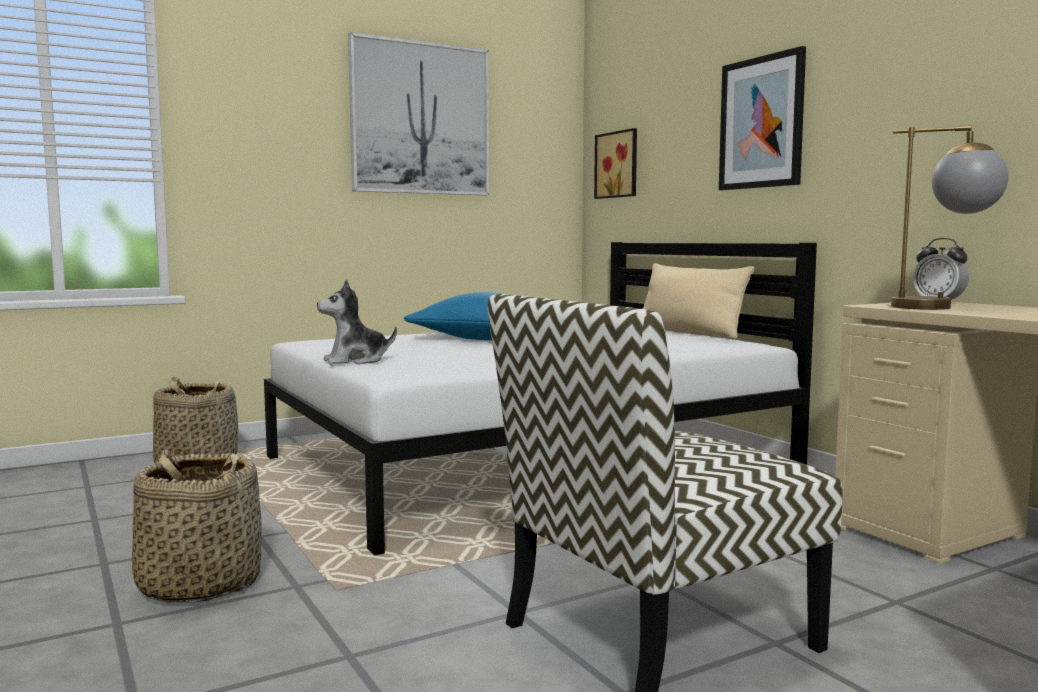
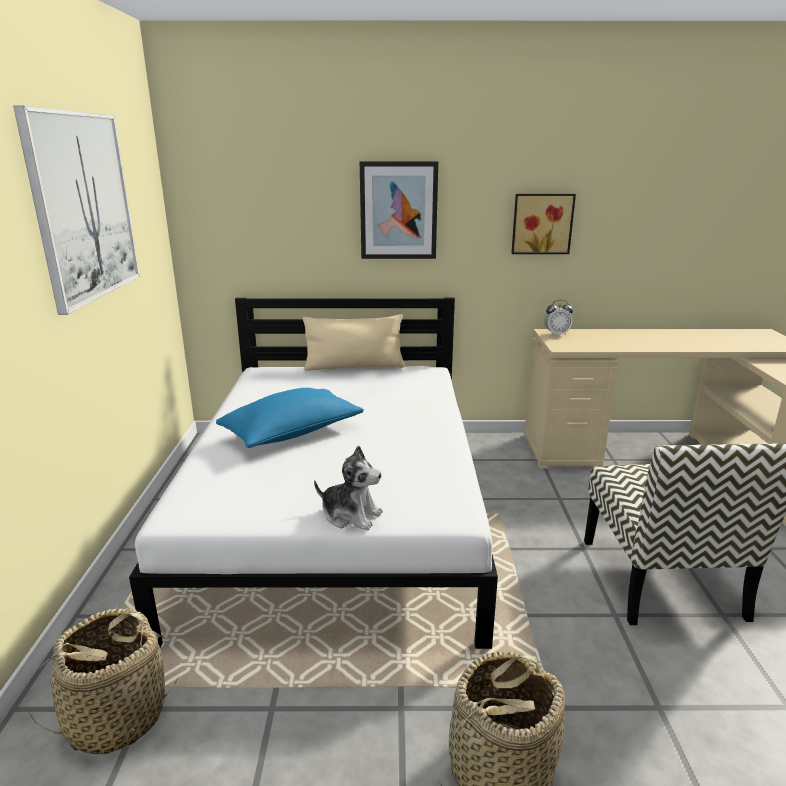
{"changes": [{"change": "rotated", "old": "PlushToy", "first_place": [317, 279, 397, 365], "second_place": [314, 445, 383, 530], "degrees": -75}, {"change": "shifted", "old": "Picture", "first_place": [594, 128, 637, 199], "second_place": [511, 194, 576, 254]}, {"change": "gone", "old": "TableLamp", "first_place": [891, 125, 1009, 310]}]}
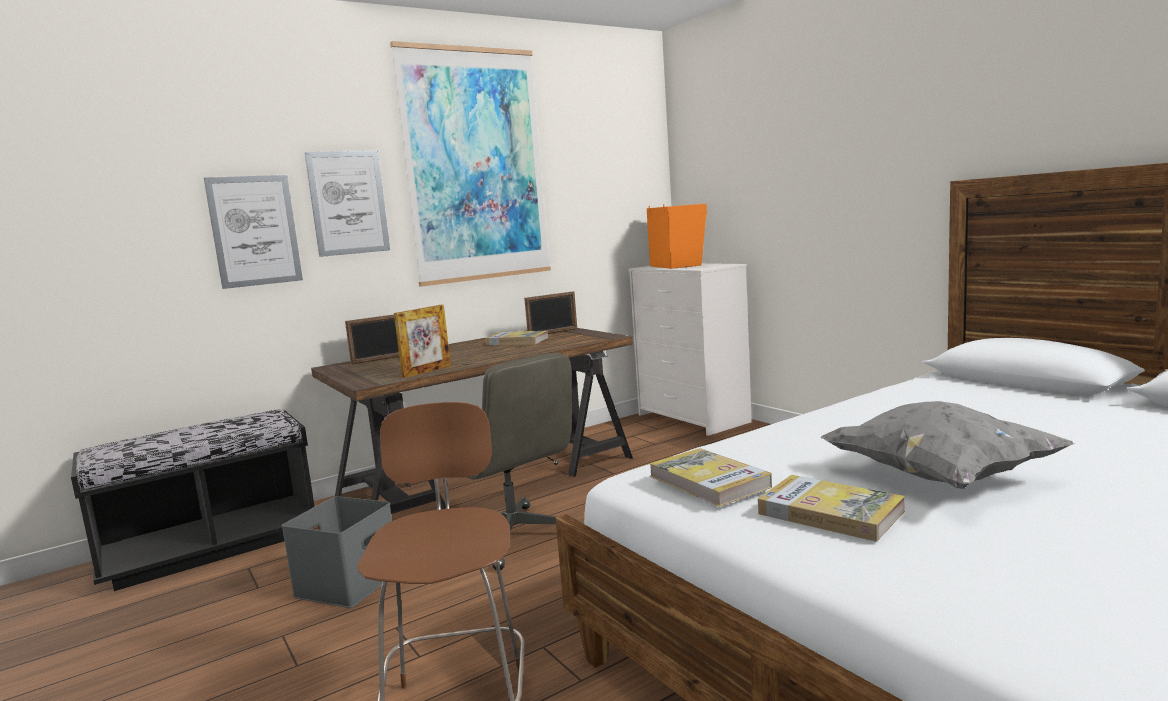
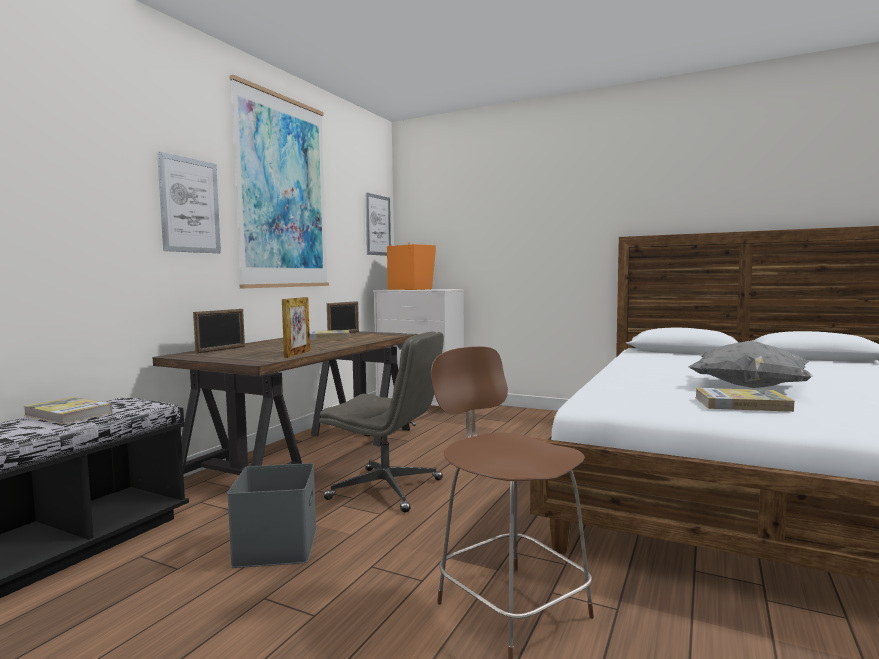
{"changes": [{"change": "shifted", "old": "Book", "first_place": [649, 448, 772, 507], "second_place": [23, 397, 112, 424]}, {"change": "shifted", "old": "Picture", "first_place": [204, 175, 303, 289], "second_place": [365, 192, 391, 256]}]}
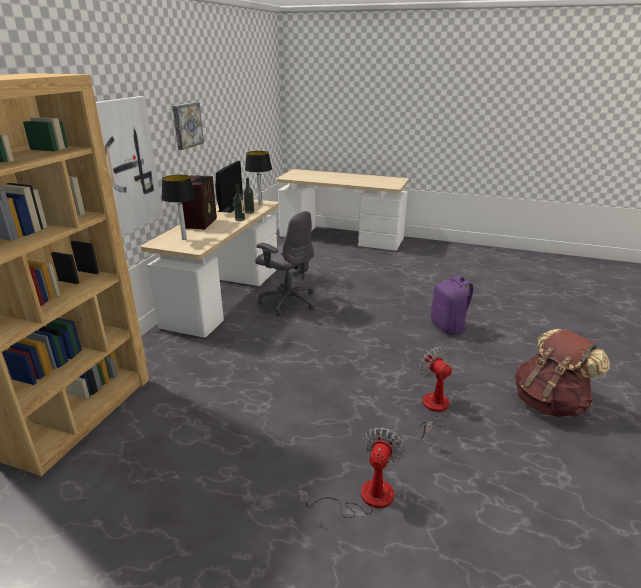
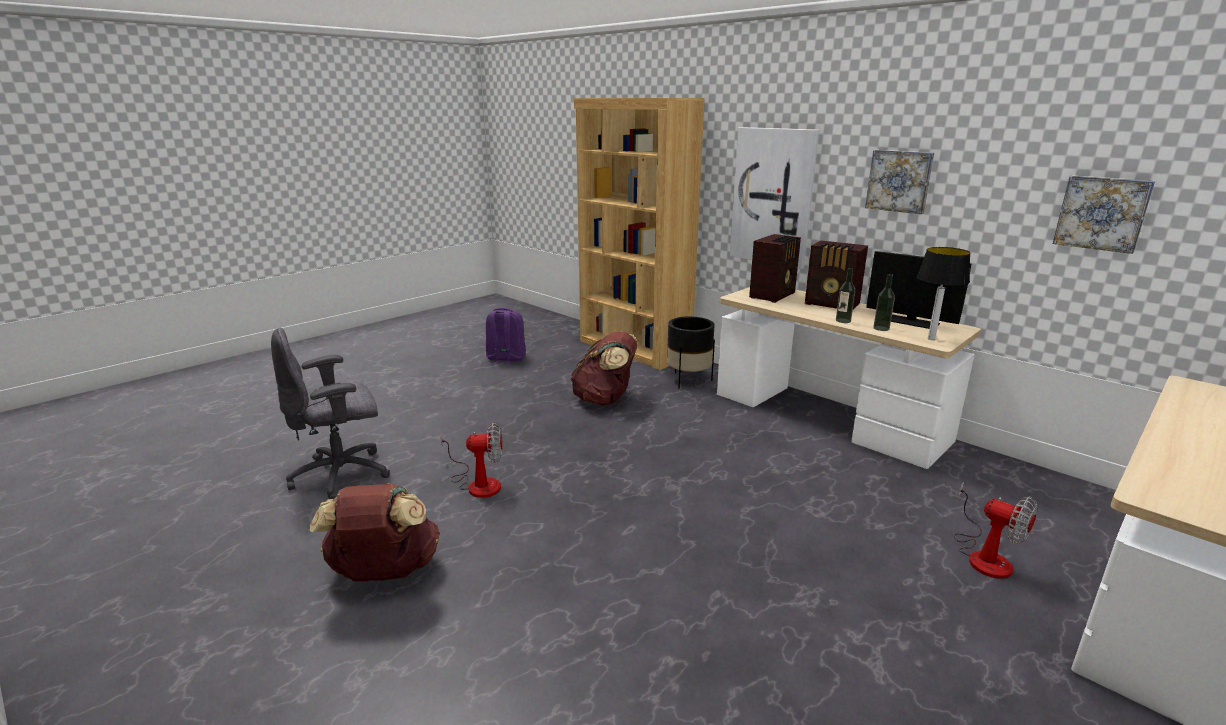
{"changes": [{"change": "shifted", "old": "GreyOfficeChair", "first_place": [255, 211, 315, 316], "second_place": [271, 328, 390, 499]}, {"change": "shifted", "old": "PurpleBackpack", "first_place": [431, 276, 474, 335], "second_place": [486, 308, 526, 366]}, {"change": "new", "new": "BrownBackpack", "second_place": [570, 331, 638, 406]}, {"change": "new", "new": "BlackPlanter", "second_place": [667, 316, 715, 389]}, {"change": "swapped", "old": "TableLamp", "new": "Radio", "first_place": [161, 175, 196, 240], "second_place": [749, 234, 801, 303]}, {"change": "shifted", "old": "Fan", "first_place": [299, 427, 405, 518], "second_place": [954, 482, 1038, 579]}, {"change": "new", "new": "Picture", "second_place": [1053, 175, 1155, 254]}]}
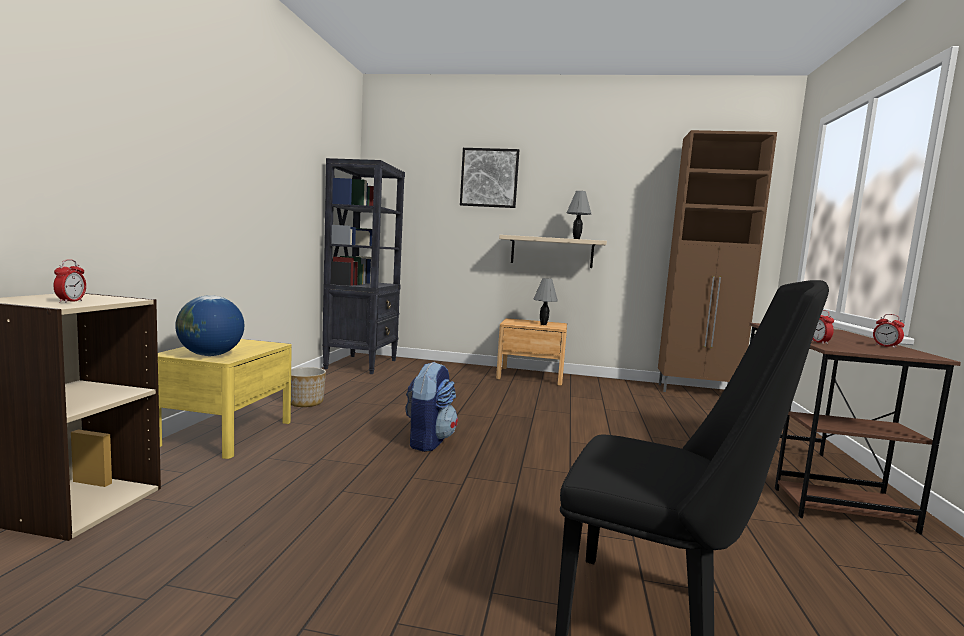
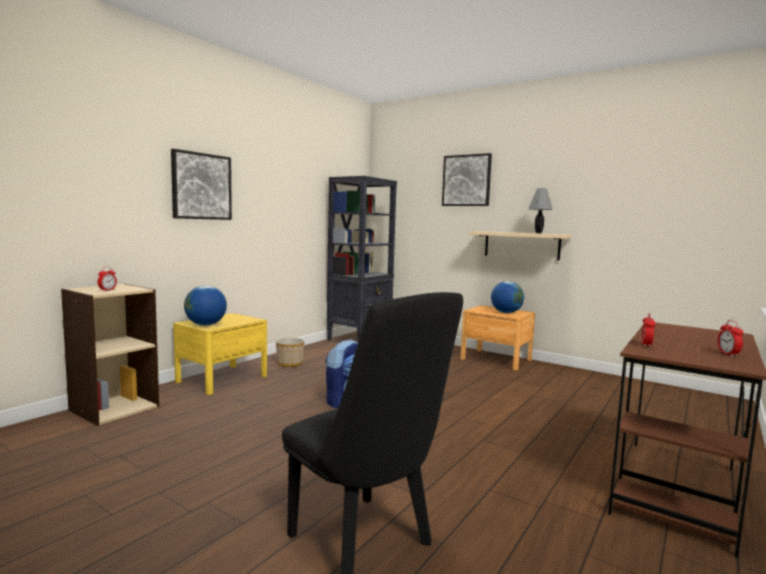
{"changes": [{"change": "new", "new": "Picture", "second_place": [171, 149, 232, 220]}, {"change": "swapped", "old": "GreyTableLamp", "new": "Globe", "first_place": [534, 278, 558, 325], "second_place": [491, 281, 524, 313]}, {"change": "gone", "old": "BrownCabinet", "first_place": [658, 130, 777, 392]}]}
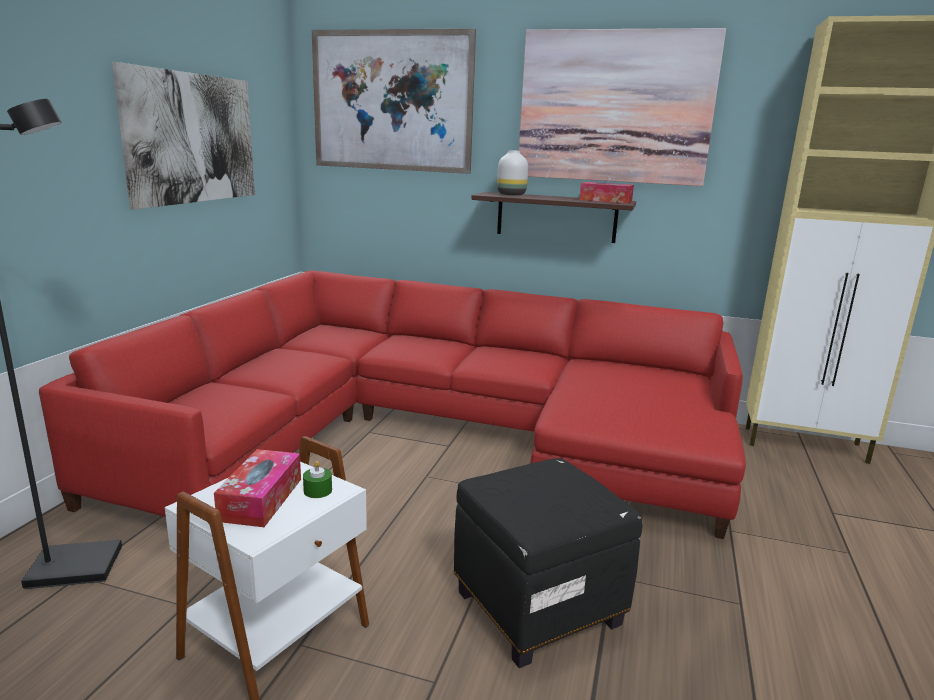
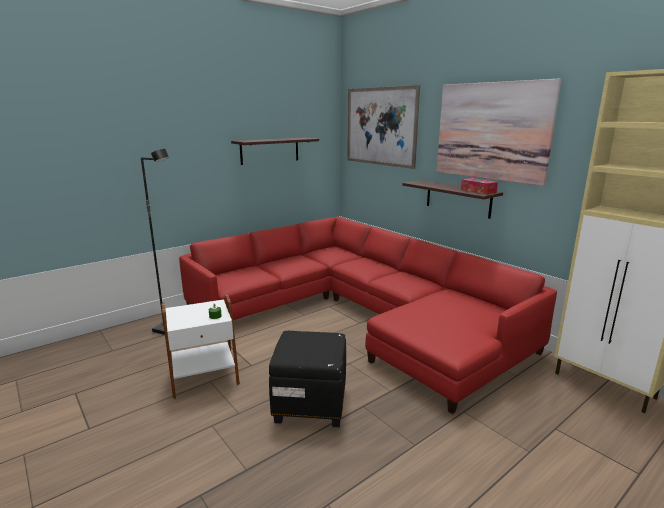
{"changes": [{"change": "swapped", "old": "Picture", "new": "Shelf", "first_place": [112, 62, 255, 210], "second_place": [231, 138, 319, 165]}, {"change": "gone", "old": "TissueBox", "first_place": [214, 449, 301, 527]}, {"change": "gone", "old": "WhiteVase", "first_place": [497, 150, 528, 195]}]}
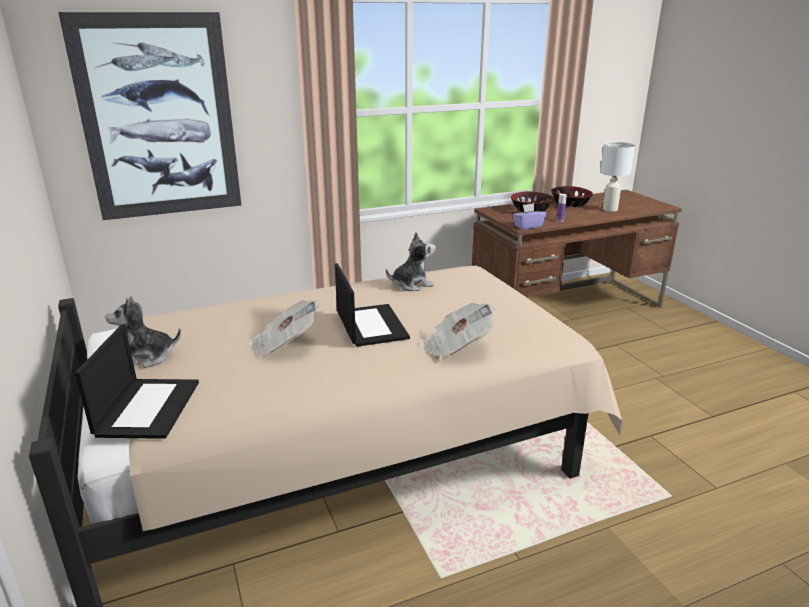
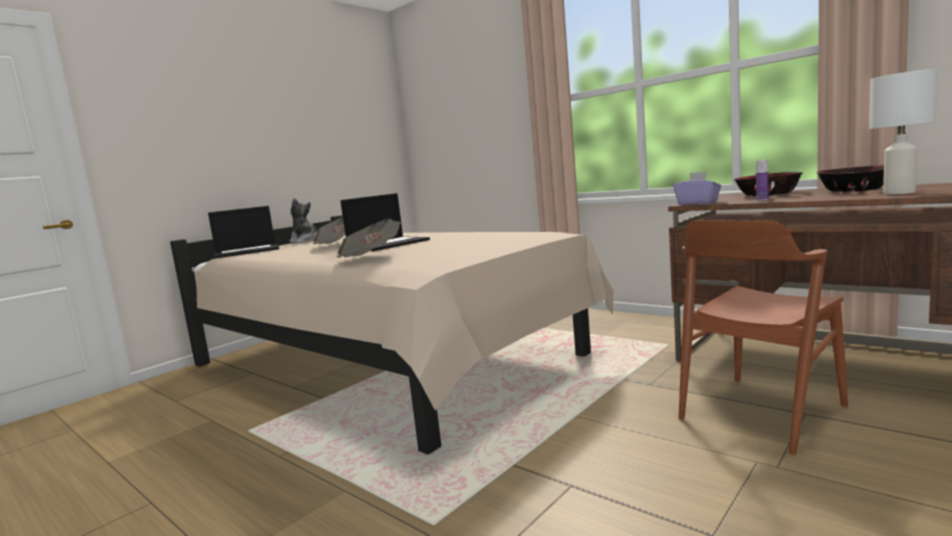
{"changes": [{"change": "new", "new": "BrownChair", "second_place": [679, 220, 848, 455]}, {"change": "gone", "old": "Picture", "first_place": [58, 12, 241, 220]}, {"change": "gone", "old": "PlushToy", "first_place": [386, 232, 436, 291]}]}
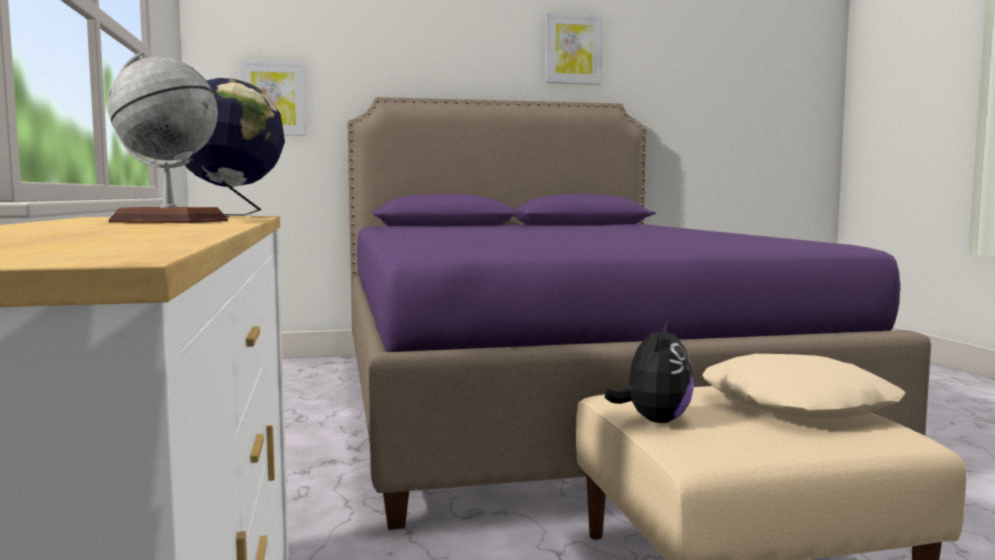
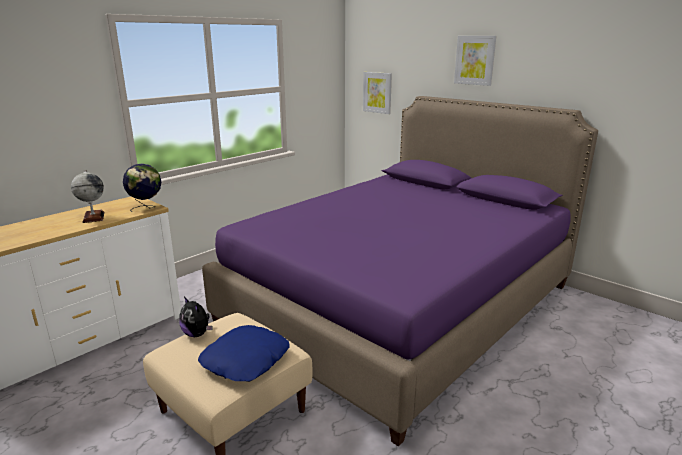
{"changes": [{"change": "rotated", "old": "PlushToy", "first_place": [604, 321, 694, 423], "second_place": [179, 297, 213, 337], "degrees": 60}, {"change": "repainted", "old": "BeigePillow", "new": "BluePillow", "first_place": [702, 354, 906, 418], "second_place": [198, 325, 289, 382]}, {"change": "shifted", "old": "Picture", "first_place": [545, 13, 603, 85], "second_place": [454, 36, 496, 86]}]}
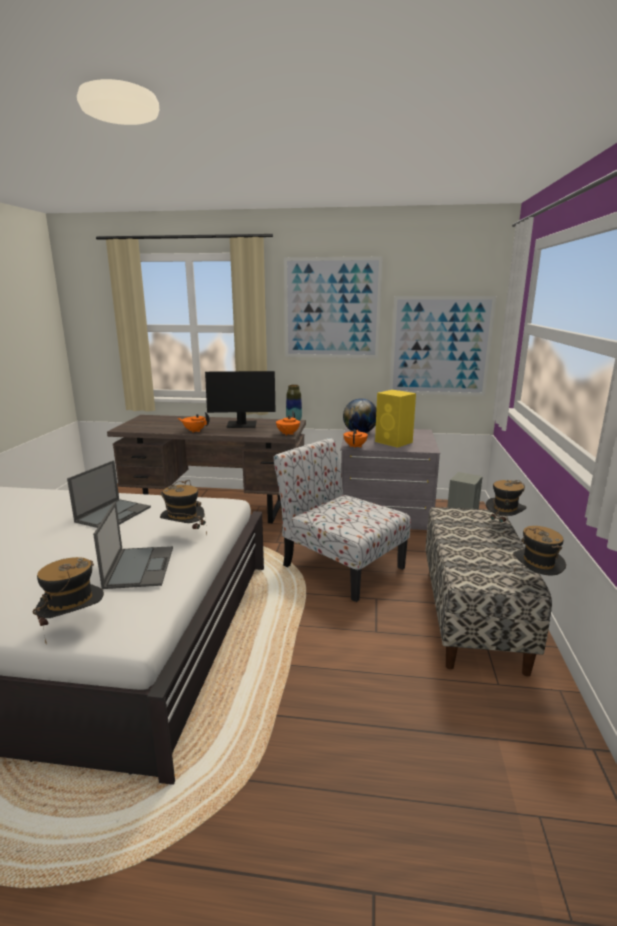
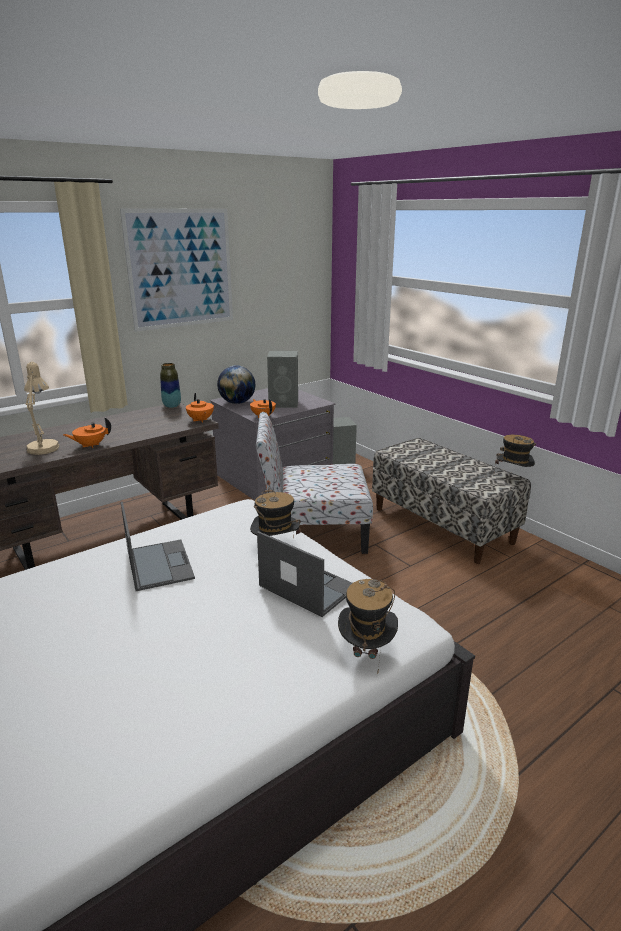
{"changes": [{"change": "new", "new": "BeigeTableLamp", "second_place": [24, 362, 59, 455]}, {"change": "repainted", "old": "YellowSpeaker", "new": "GreySpeaker", "first_place": [375, 390, 416, 448], "second_place": [267, 351, 298, 408]}, {"change": "gone", "old": "Monitor", "first_place": [205, 371, 276, 428]}, {"change": "gone", "old": "Picture", "first_place": [389, 296, 496, 396]}, {"change": "gone", "old": "Hat", "first_place": [486, 480, 527, 535]}]}
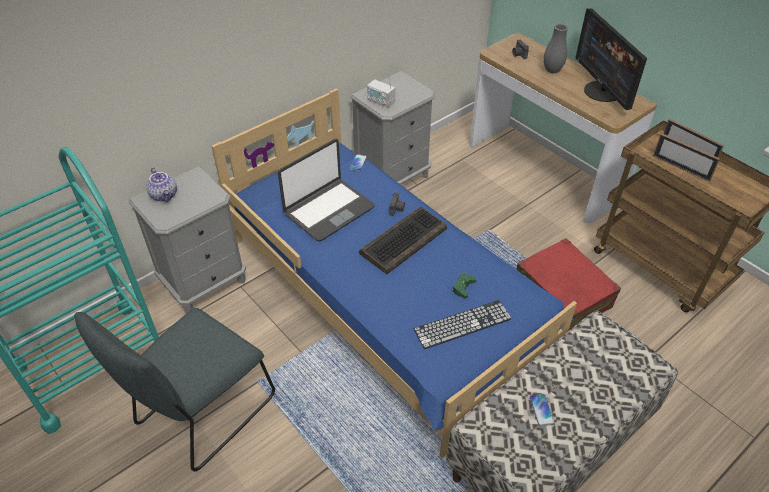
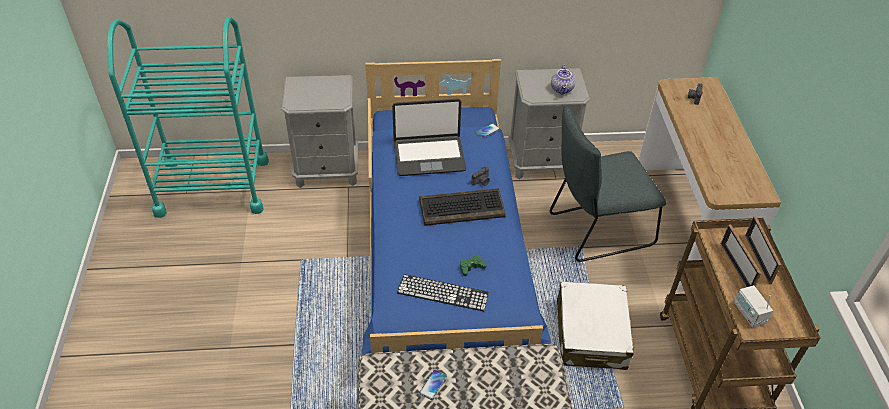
{"changes": [{"change": "shifted", "old": "GreyChair", "first_place": [74, 308, 275, 471], "second_place": [550, 105, 666, 262]}, {"change": "shifted", "old": "Teapot", "first_place": [146, 167, 177, 202], "second_place": [551, 64, 575, 95]}, {"change": "repainted", "old": "RedSuitcase", "new": "WhiteSuitcase", "first_place": [517, 238, 621, 331], "second_place": [557, 282, 634, 370]}, {"change": "shifted", "old": "Radio", "first_place": [367, 75, 395, 108], "second_place": [734, 285, 773, 328]}, {"change": "gone", "old": "GreyVase", "first_place": [544, 24, 568, 73]}, {"change": "gone", "old": "Monitor", "first_place": [576, 8, 647, 110]}]}
